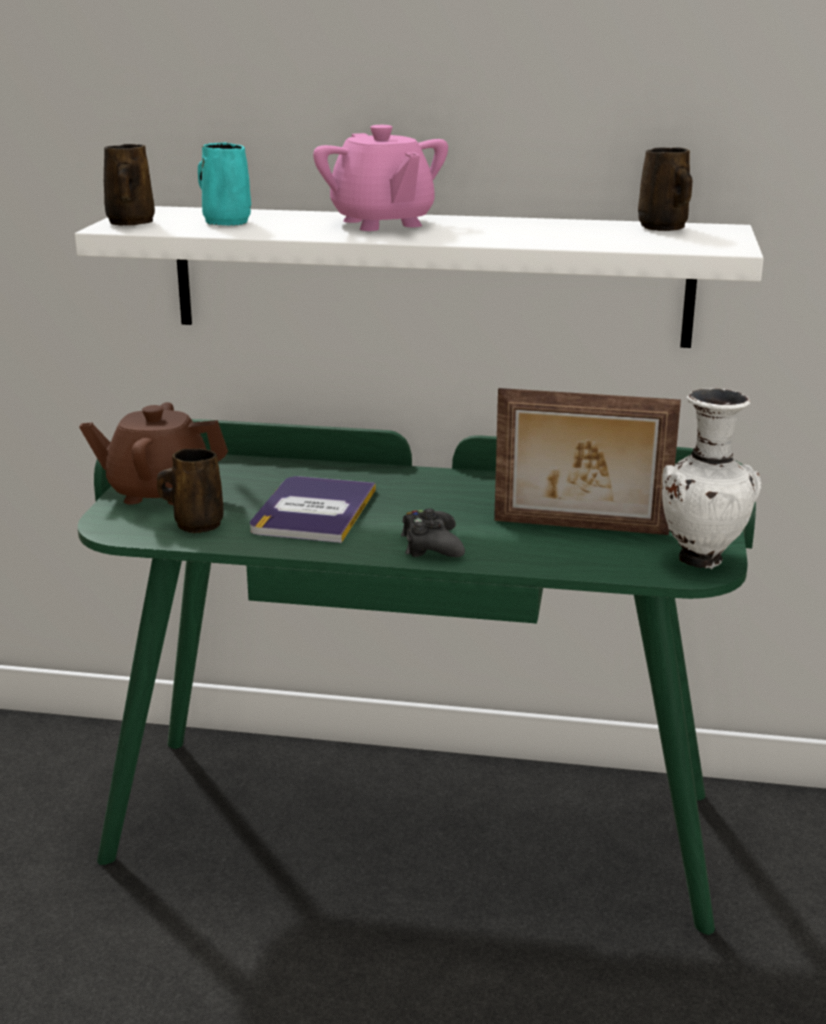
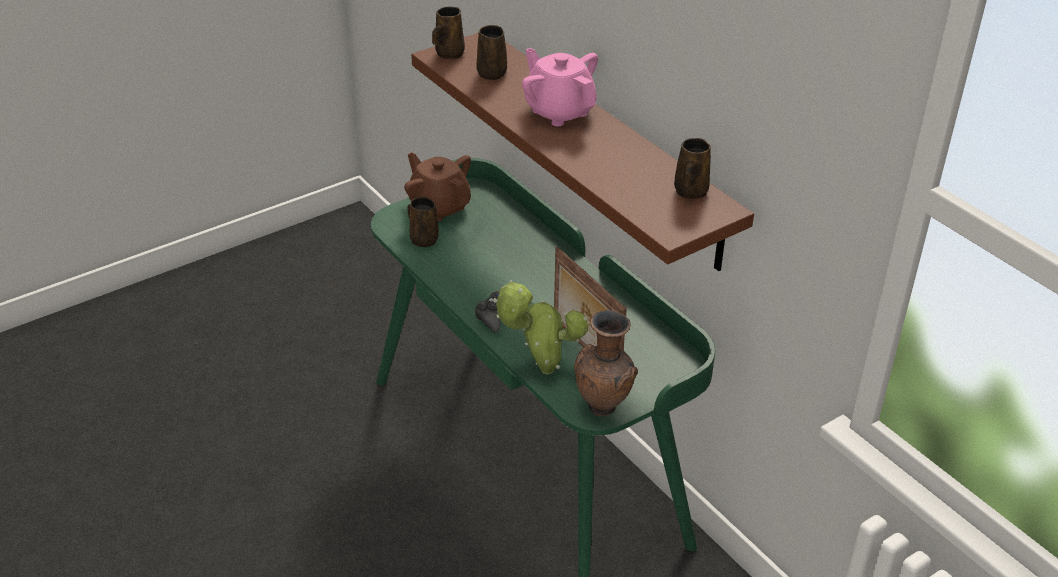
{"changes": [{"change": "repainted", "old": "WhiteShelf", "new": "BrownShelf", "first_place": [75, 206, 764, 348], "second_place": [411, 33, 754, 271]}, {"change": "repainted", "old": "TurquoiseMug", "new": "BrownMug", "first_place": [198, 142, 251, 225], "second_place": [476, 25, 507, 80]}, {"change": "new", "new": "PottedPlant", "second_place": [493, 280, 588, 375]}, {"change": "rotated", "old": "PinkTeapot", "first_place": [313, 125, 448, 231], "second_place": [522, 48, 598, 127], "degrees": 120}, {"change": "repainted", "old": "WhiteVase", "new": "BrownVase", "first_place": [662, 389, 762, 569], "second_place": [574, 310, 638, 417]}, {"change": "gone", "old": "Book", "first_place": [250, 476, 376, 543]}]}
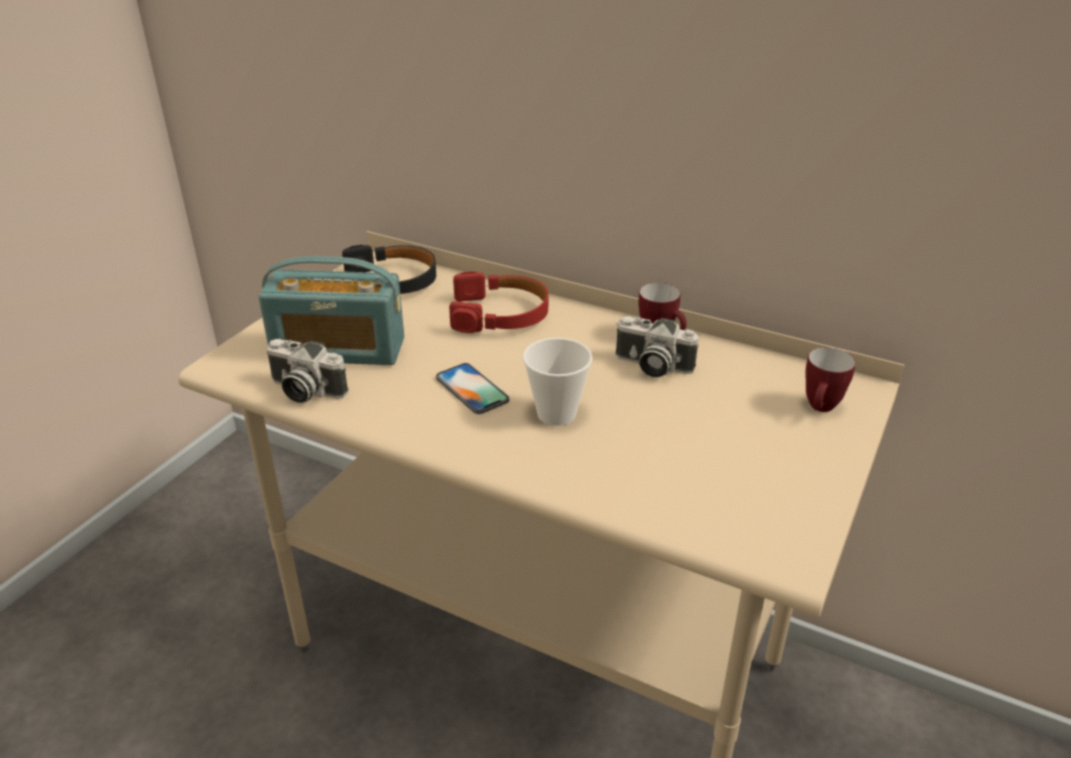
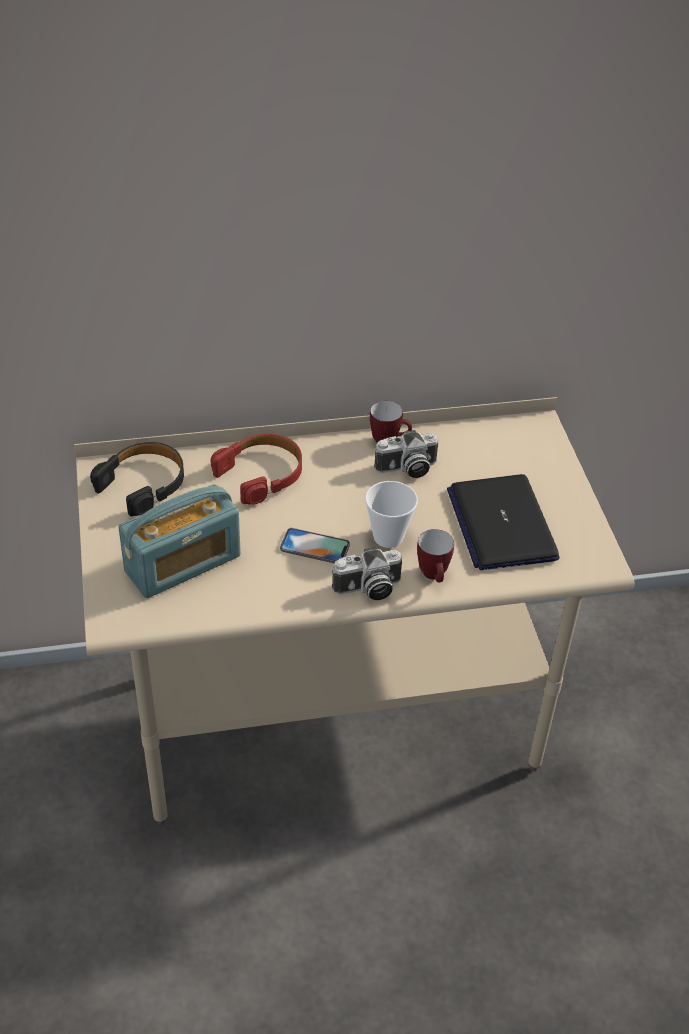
{"changes": [{"change": "shifted", "old": "PhotoCamera", "first_place": [266, 339, 348, 403], "second_place": [332, 547, 402, 600]}, {"change": "shifted", "old": "Mug", "first_place": [806, 347, 856, 412], "second_place": [417, 529, 454, 582]}, {"change": "new", "new": "Laptop", "second_place": [447, 474, 560, 570]}]}
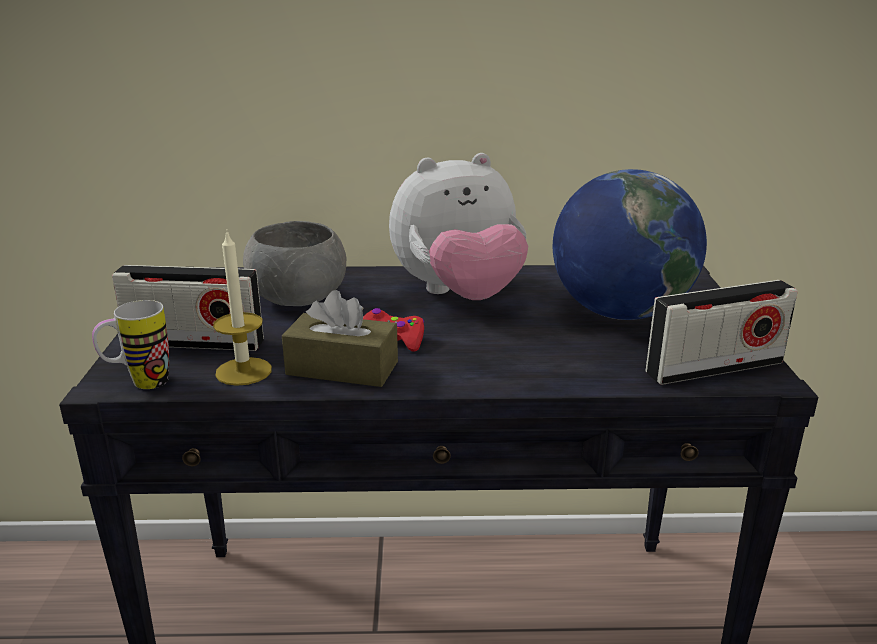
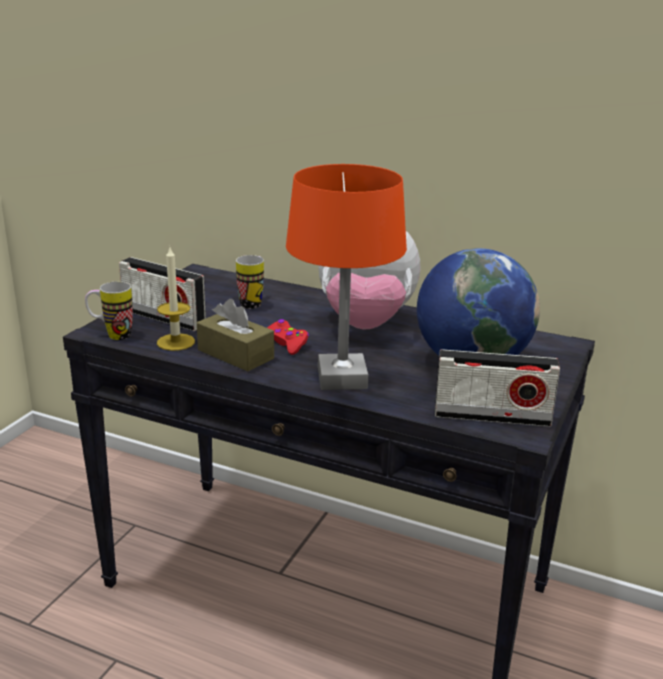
{"changes": [{"change": "swapped", "old": "GreyBowl", "new": "Mug", "first_place": [243, 221, 346, 306], "second_place": [236, 255, 264, 309]}, {"change": "new", "new": "OrangeTableLamp", "second_place": [286, 164, 407, 390]}]}
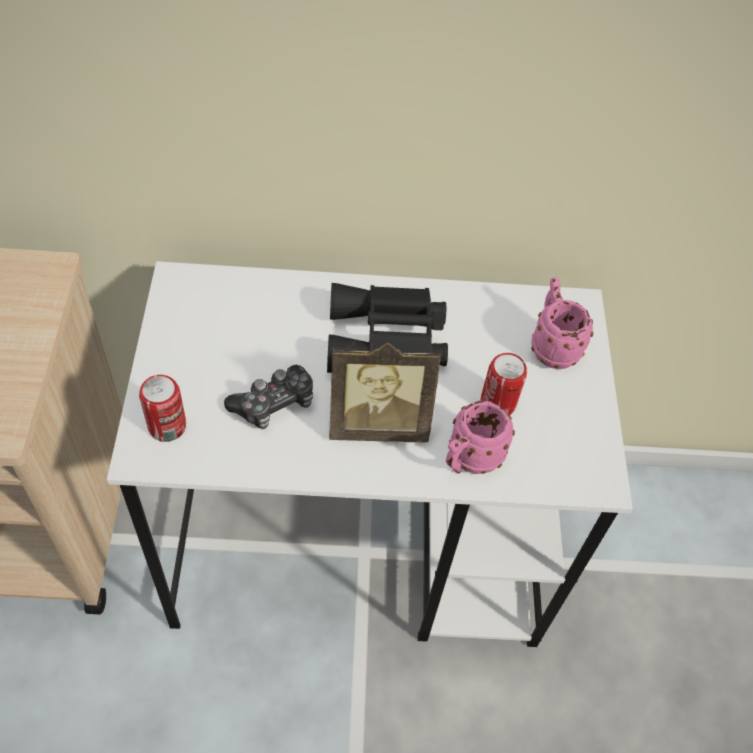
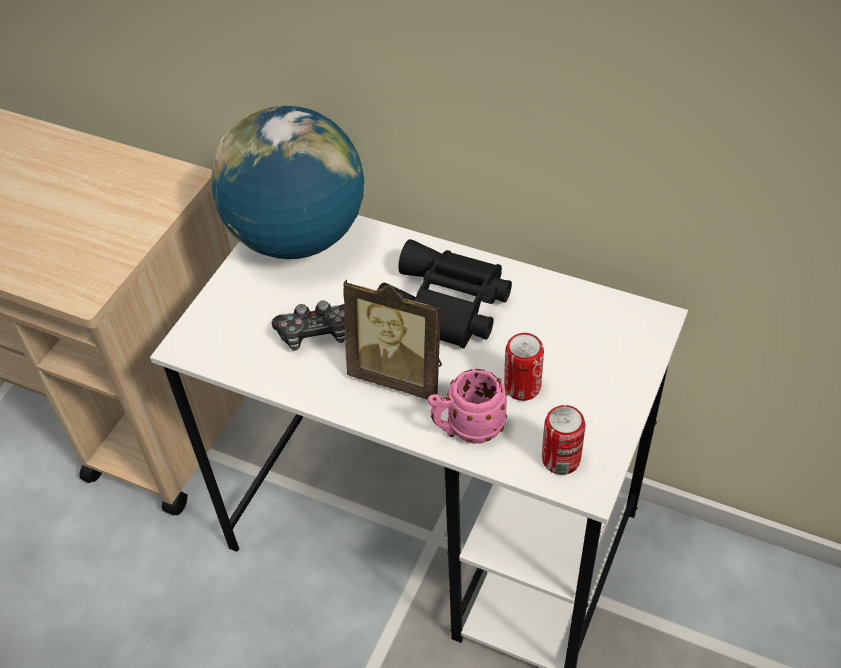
{"changes": [{"change": "new", "new": "Globe", "second_place": [211, 105, 365, 259]}, {"change": "shifted", "old": "Can", "first_place": [139, 375, 186, 442], "second_place": [542, 405, 585, 475]}, {"change": "gone", "old": "PinkMug", "first_place": [531, 277, 593, 369]}]}
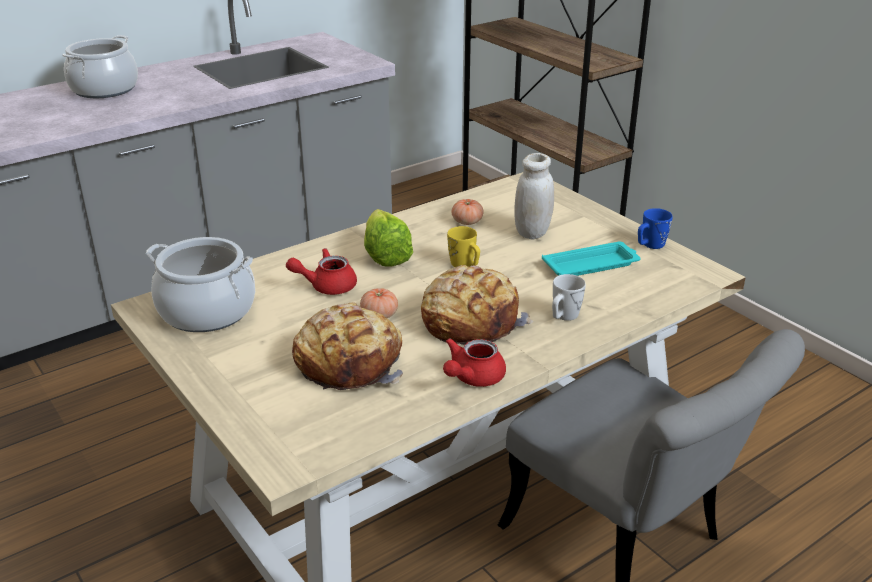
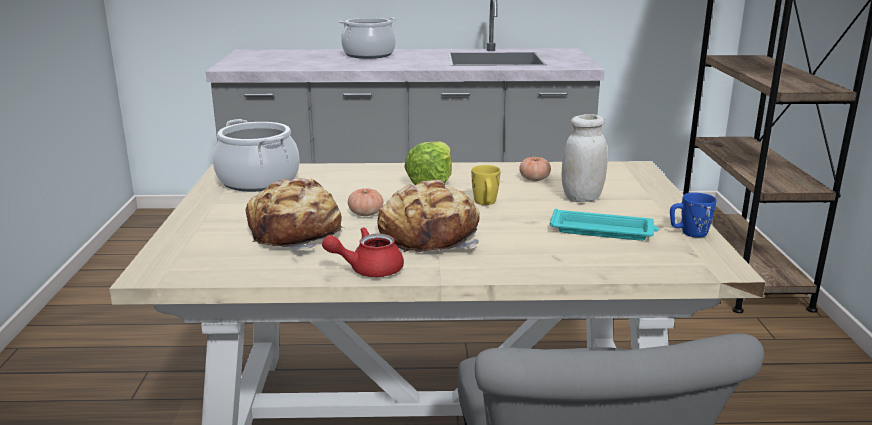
{"changes": [{"change": "gone", "old": "RedTeapot", "first_place": [286, 248, 357, 295]}, {"change": "gone", "old": "WhiteMug", "first_place": [552, 274, 586, 321]}]}
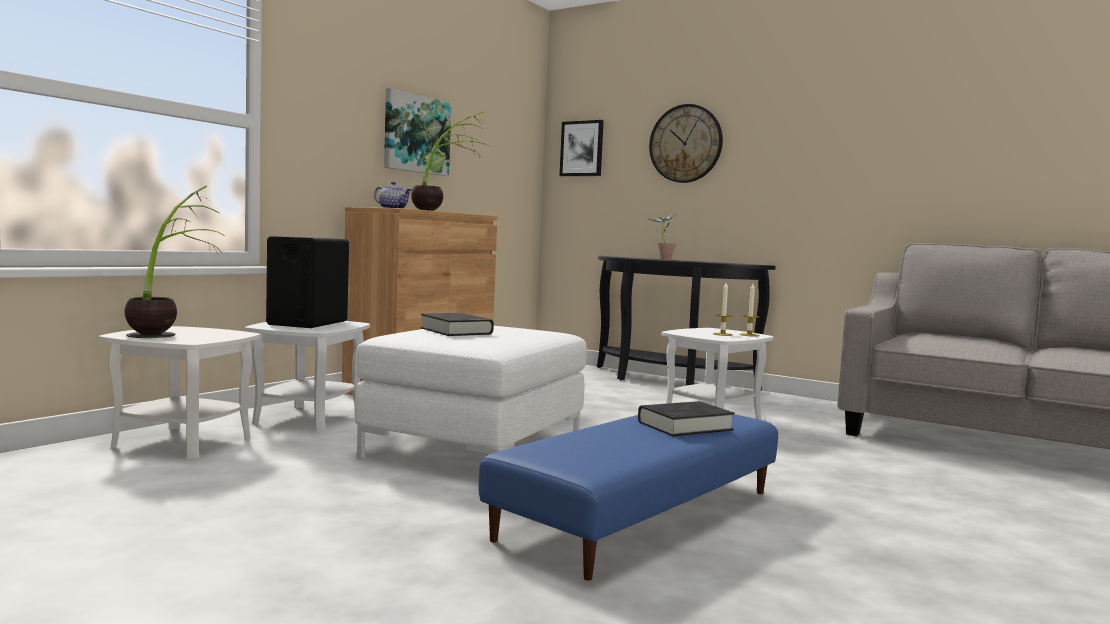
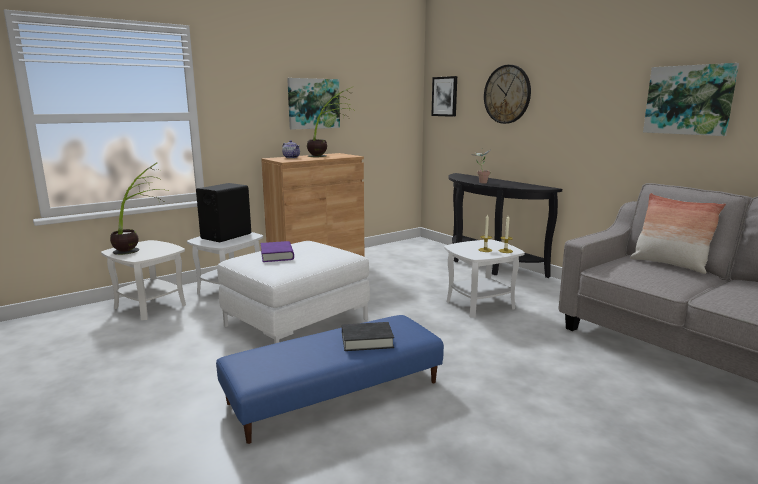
{"changes": [{"change": "repainted", "old": "BlackBook", "new": "PurpleBook", "first_place": [421, 313, 494, 336], "second_place": [260, 241, 294, 262]}, {"change": "new", "new": "Pillow", "second_place": [630, 193, 726, 274]}, {"change": "new", "new": "Picture", "second_place": [643, 63, 739, 136]}]}
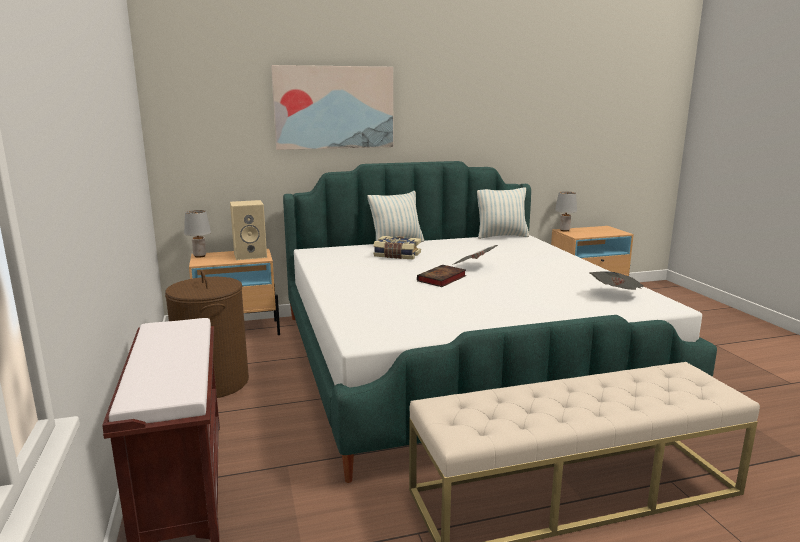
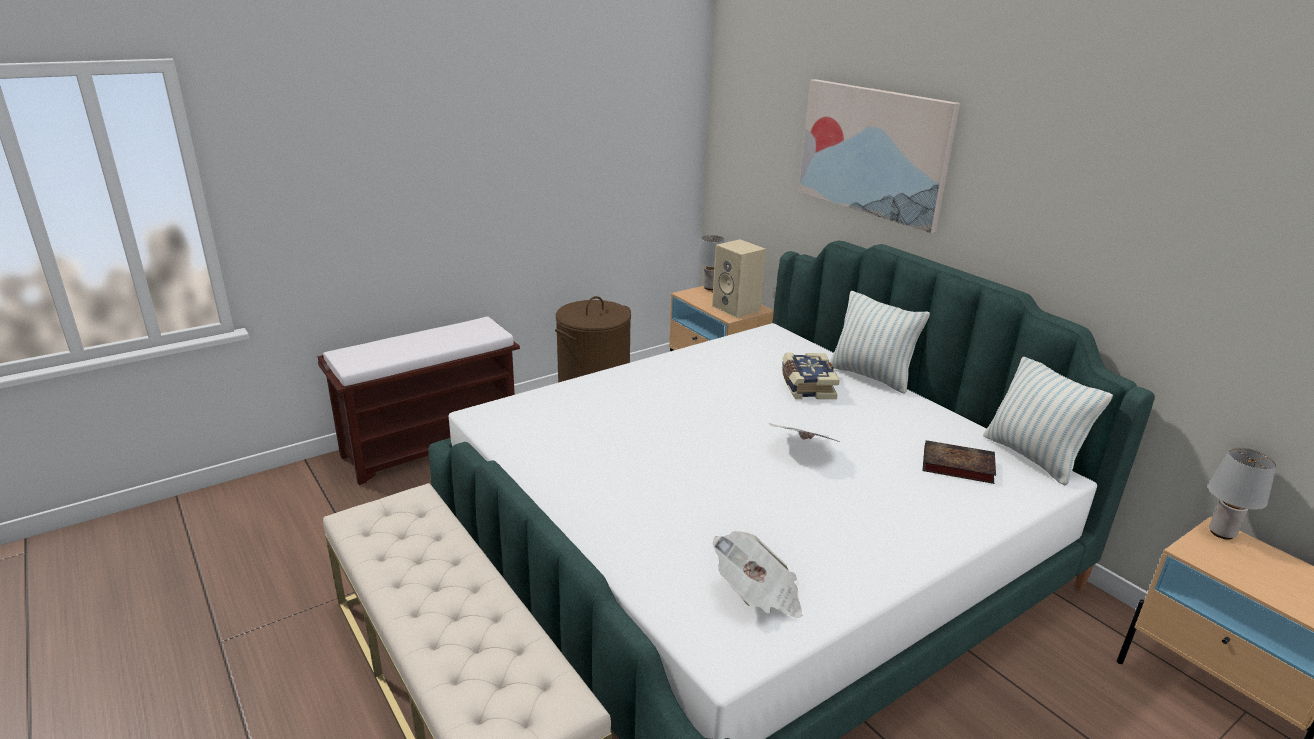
{"changes": [{"change": "shifted", "old": "Book", "first_place": [417, 265, 466, 287], "second_place": [922, 440, 996, 484]}]}
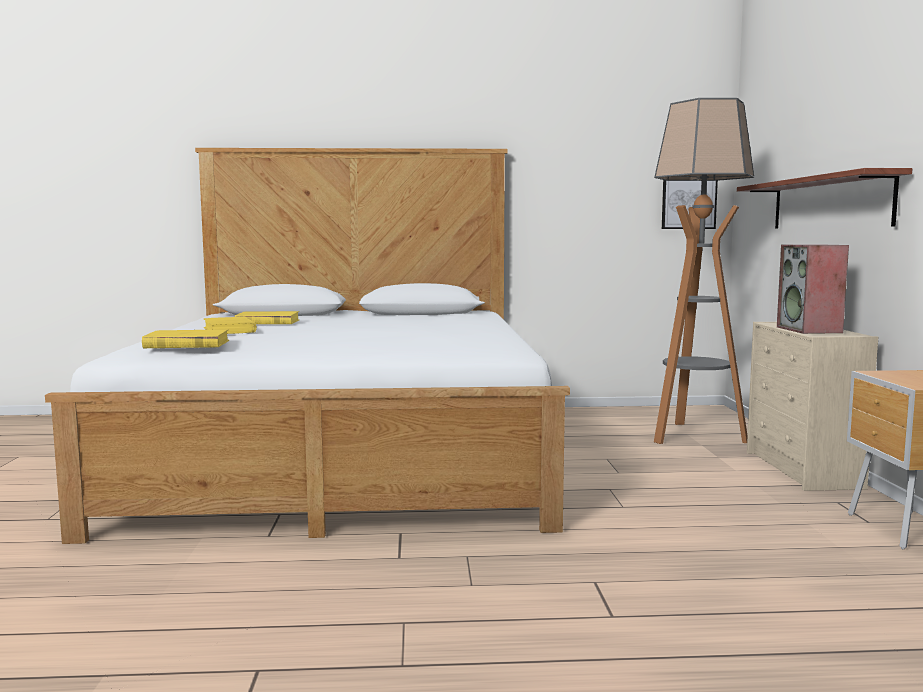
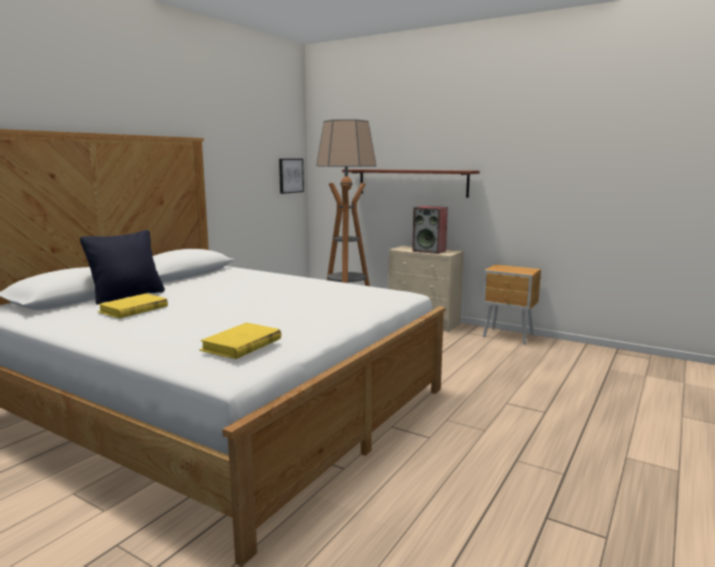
{"changes": [{"change": "new", "new": "BlackPillow", "second_place": [80, 230, 165, 305]}, {"change": "gone", "old": "YellowBook", "first_place": [203, 317, 257, 334]}]}
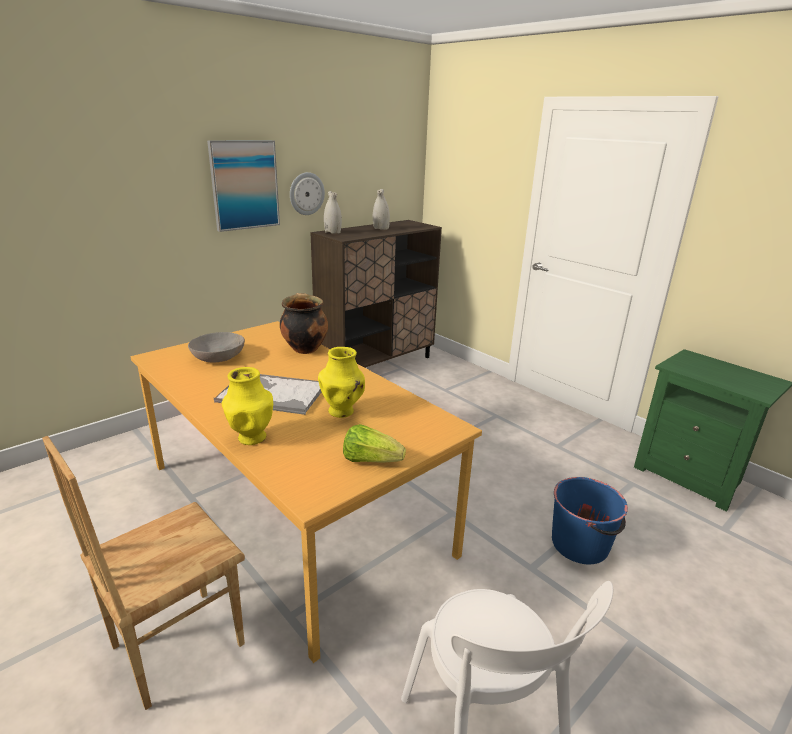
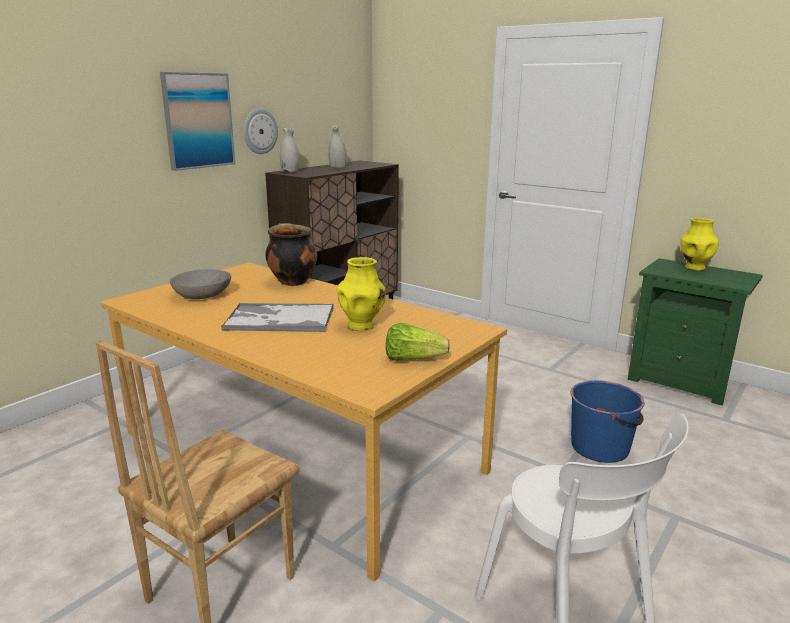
{"changes": [{"change": "shifted", "old": "YellowVase", "first_place": [222, 367, 273, 445], "second_place": [681, 217, 719, 271]}]}
